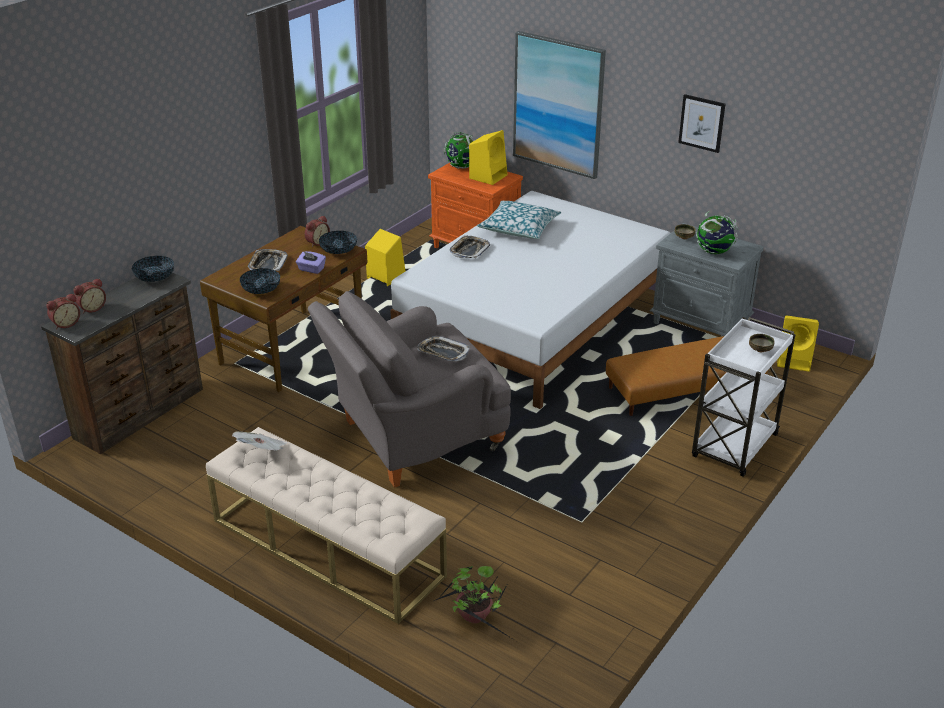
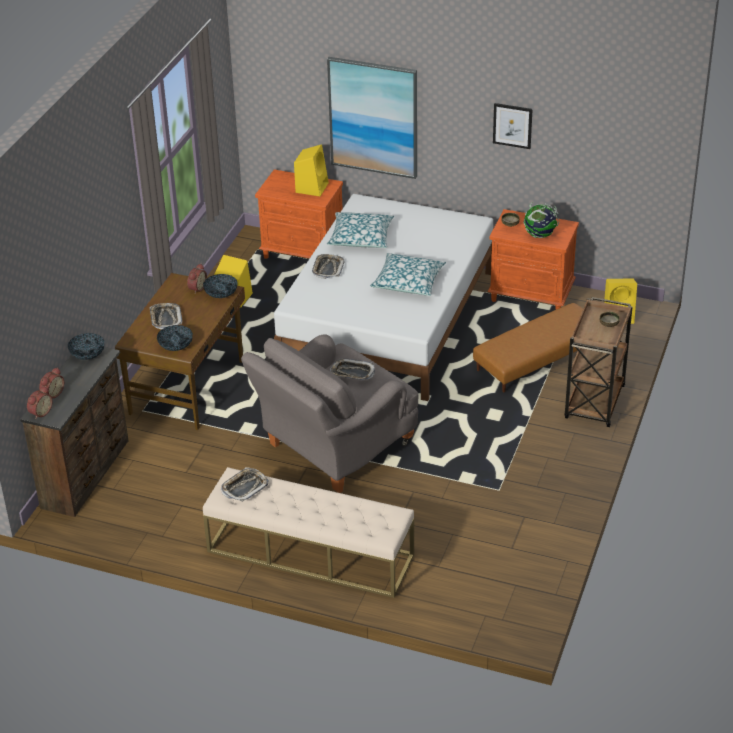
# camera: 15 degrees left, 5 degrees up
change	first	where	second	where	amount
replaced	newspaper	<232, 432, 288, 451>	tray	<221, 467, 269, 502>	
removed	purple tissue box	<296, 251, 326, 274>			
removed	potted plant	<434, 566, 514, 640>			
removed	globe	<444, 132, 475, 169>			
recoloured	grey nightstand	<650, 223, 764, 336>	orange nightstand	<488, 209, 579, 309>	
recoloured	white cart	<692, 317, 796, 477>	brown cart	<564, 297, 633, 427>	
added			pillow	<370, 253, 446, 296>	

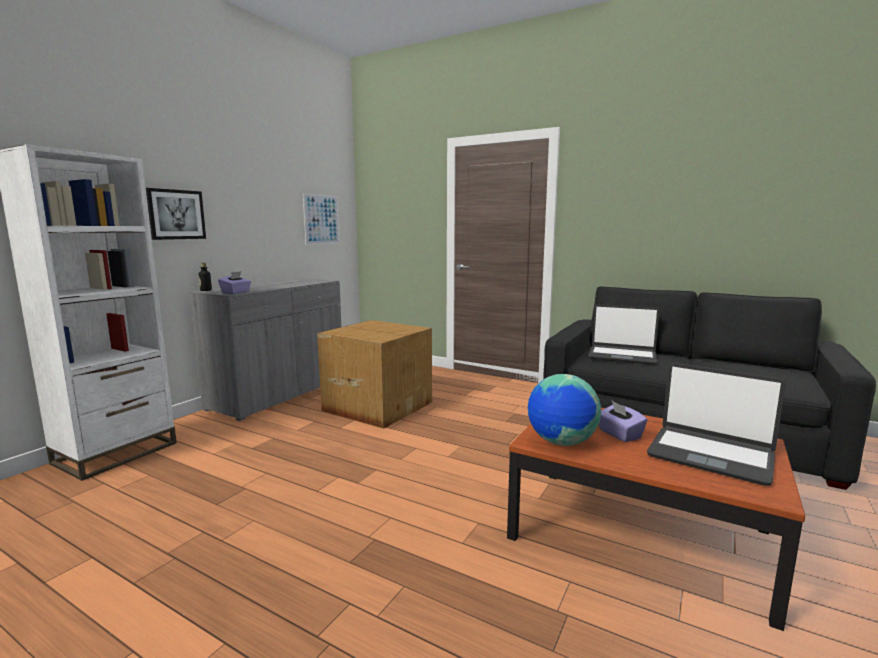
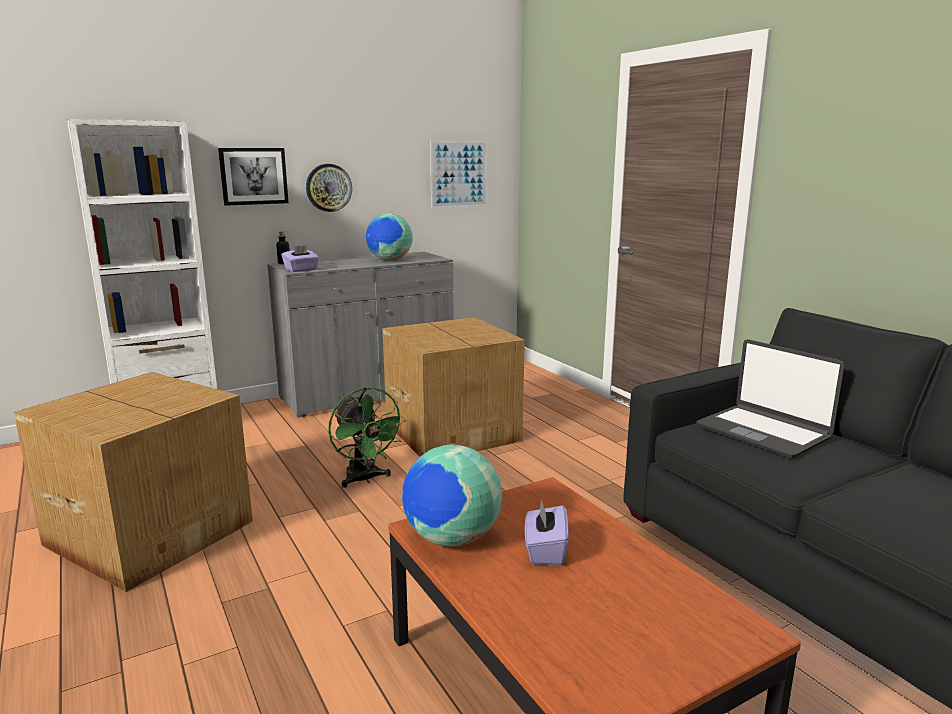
# camera: 30 degrees right, 5 degrees up
change	first	where	second	where	amount
removed	laptop	<647, 363, 786, 486>			
added			cardboard box	<14, 372, 253, 592>	
added			wall clock	<306, 164, 352, 212>	
added			green fan	<328, 387, 406, 488>	
added			globe	<366, 213, 413, 261>	

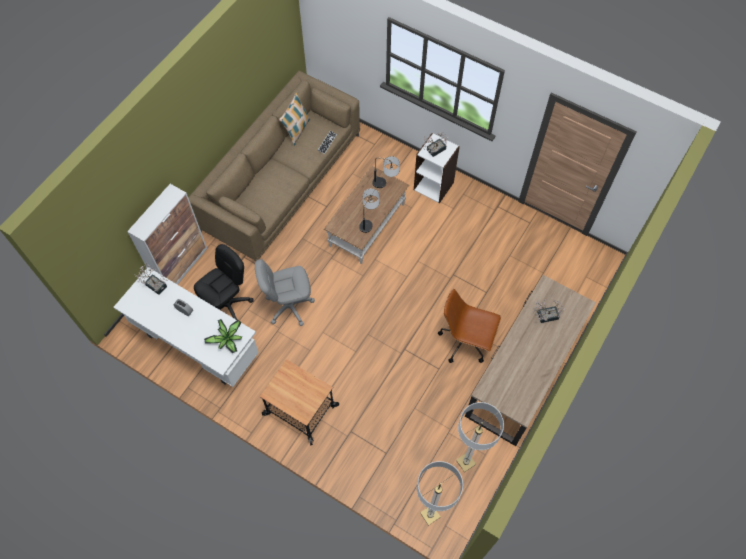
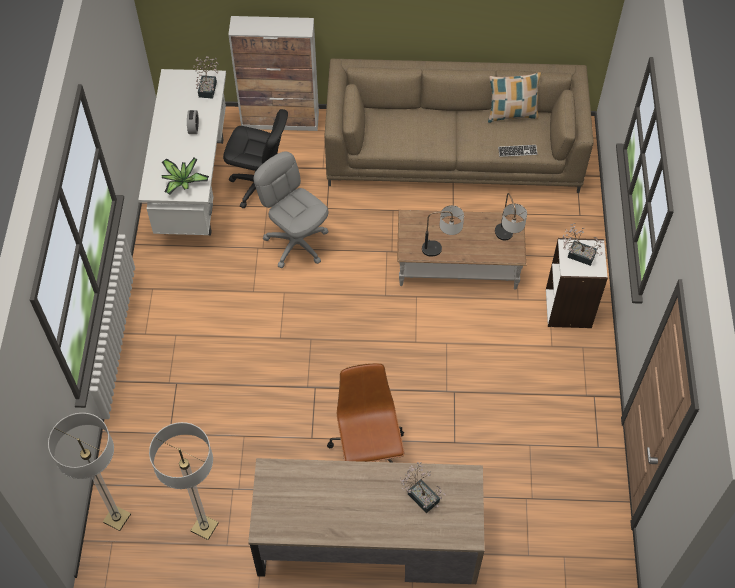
# camera: 60 degrees right, 5 degrees down
change	first	where	second	where	amount
removed	cart	<259, 359, 339, 446>			

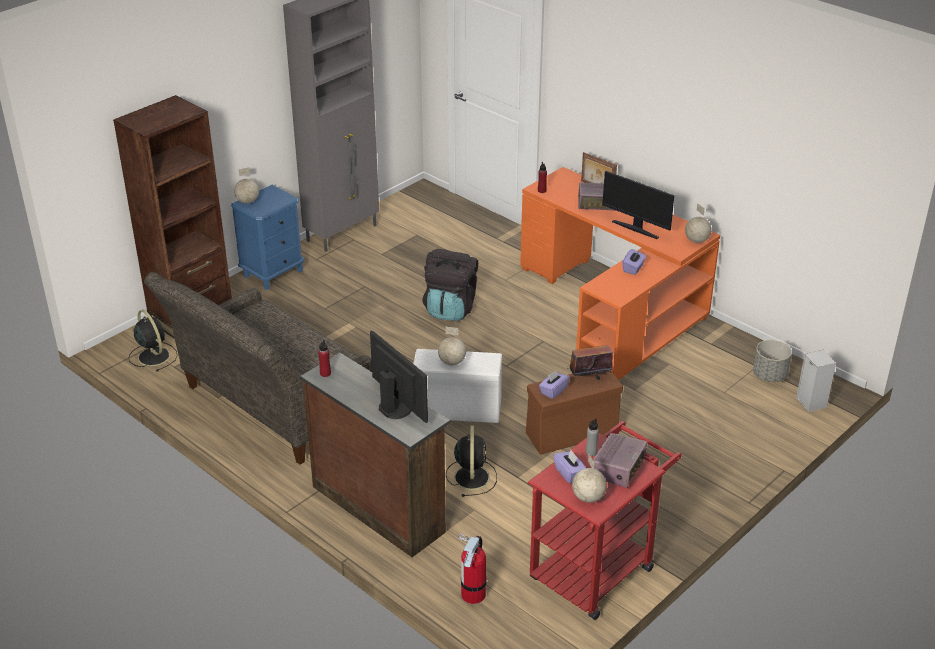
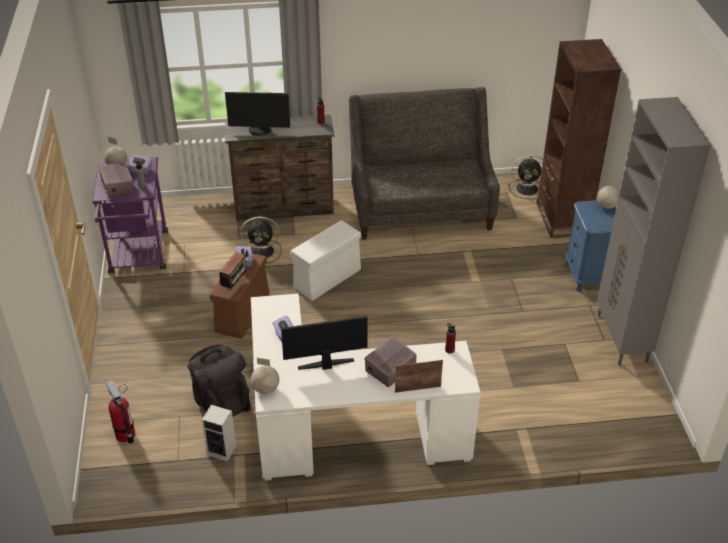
# camera: 130 degrees right, 5 degrees up
change	first	where	second	where	amount
moved	black backpack	<422, 249, 478, 321>		<188, 345, 250, 417>	
removed	globe	<438, 327, 466, 365>			
turned	black fan	<446, 425, 497, 497>		<241, 216, 281, 263>	45 degrees counterclockwise
moved	fire extinguisher	<458, 534, 487, 604>		<106, 380, 135, 444>	
recoloured	orange desk	<520, 167, 720, 380>	white desk	<251, 294, 480, 481>	
recoloured	red cart	<528, 421, 682, 620>	purple cart	<92, 157, 168, 273>	
removed	grey planter	<753, 340, 792, 382>			
moved	speaker	<796, 350, 836, 412>		<202, 405, 236, 462>	

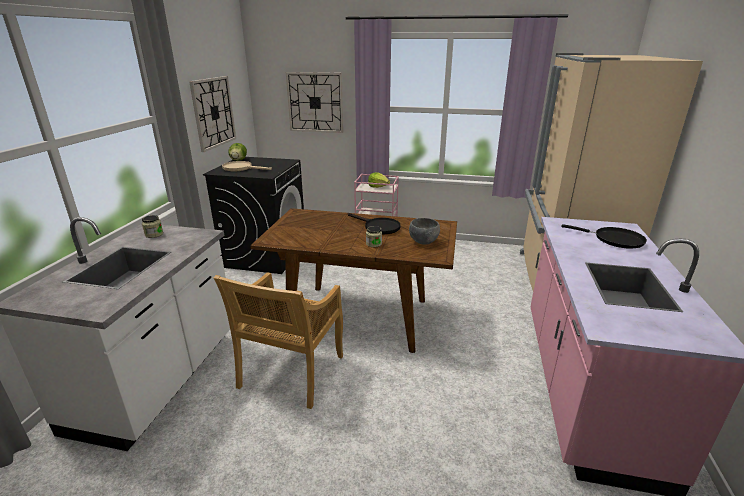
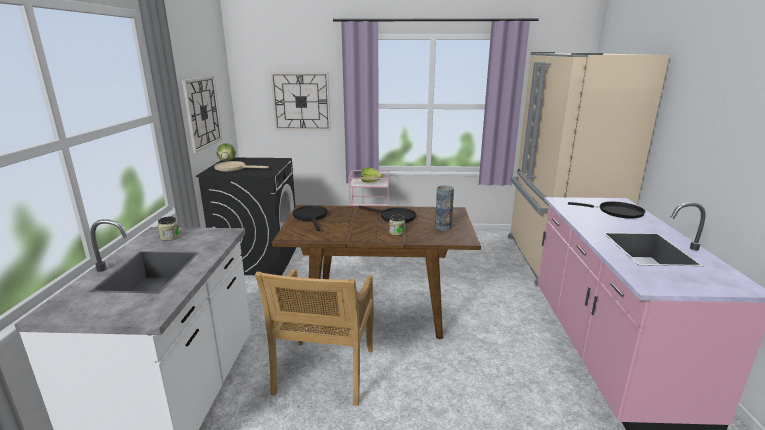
# camera: 10 degrees left, 5 degrees down
change	first	where	second	where	amount
replaced	grey bowl	<409, 218, 440, 245>	vase	<435, 186, 454, 231>	
added			black frying pan	<293, 206, 328, 231>	

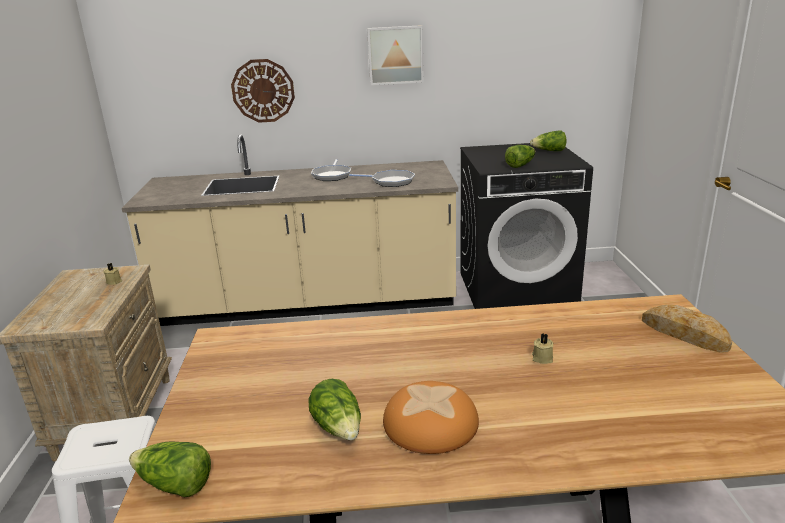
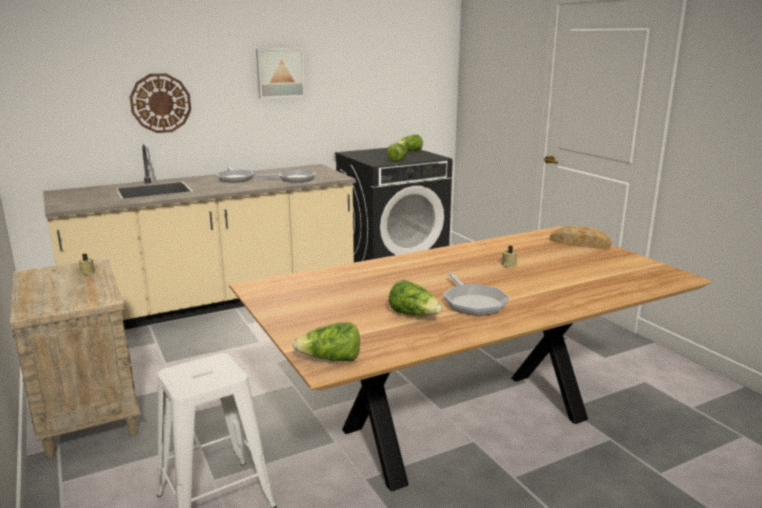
# camera: 25 degrees left, 5 degrees down
change	first	where	second	where	amount
replaced	bread	<383, 381, 479, 454>	frying pan	<444, 273, 509, 316>	

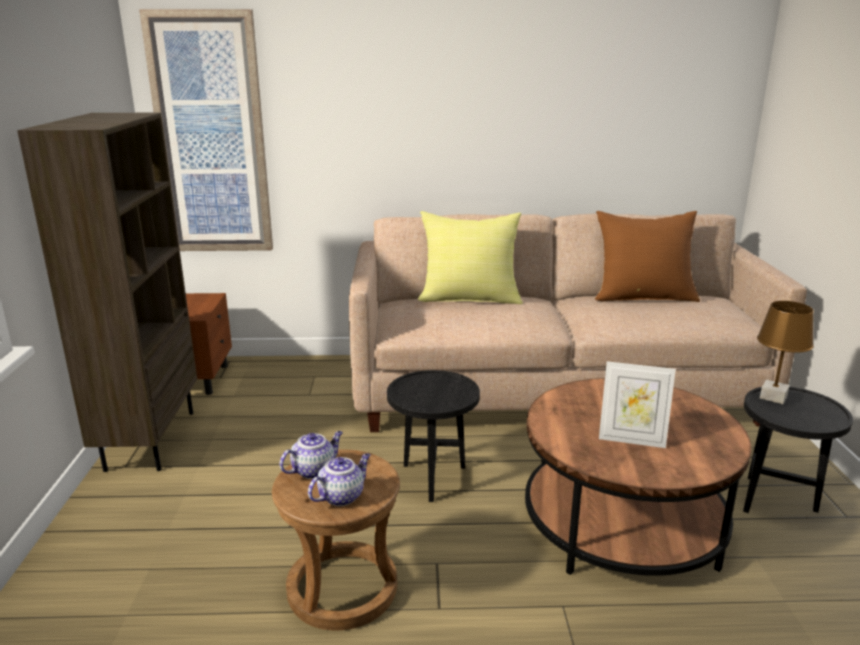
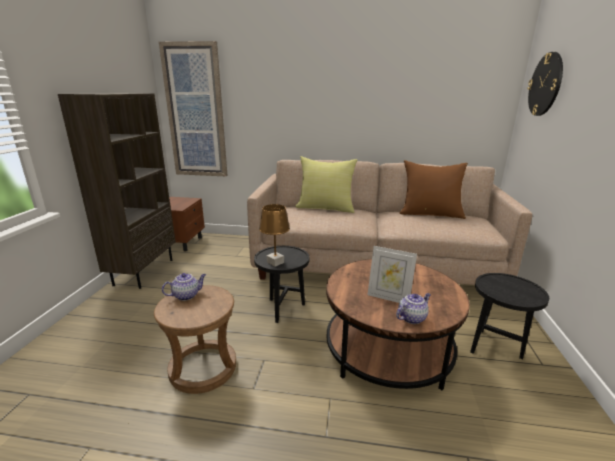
# camera: 10 degrees right, 0 degrees up
change	first	where	second	where	amount
moved	teapot	<308, 453, 370, 506>		<396, 293, 431, 324>	
moved	brown table lamp	<757, 301, 814, 404>		<259, 204, 290, 267>	
added			wall clock	<528, 52, 563, 116>	

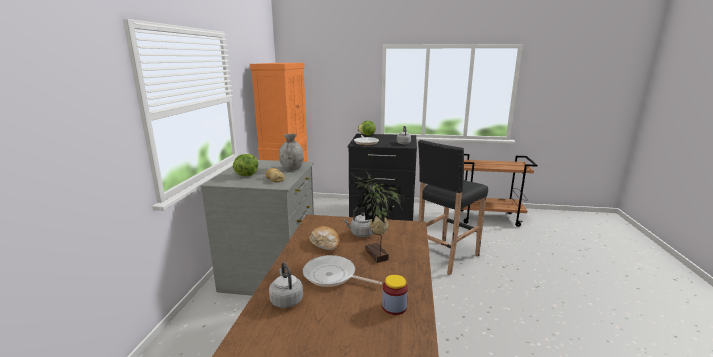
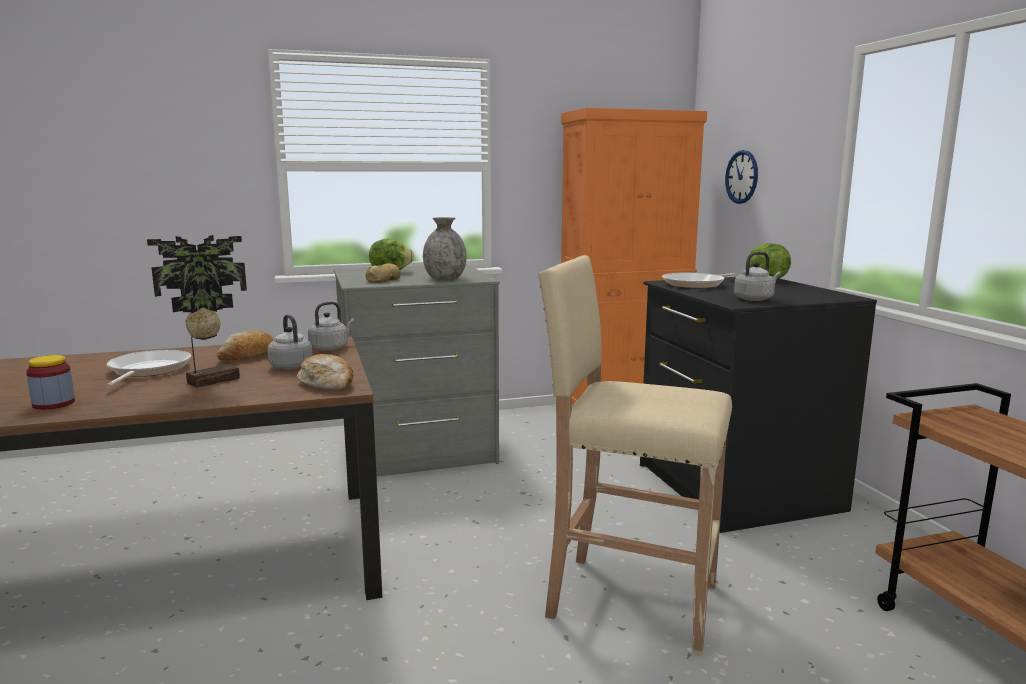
# camera: 65 degrees right, 5 degrees down
change	first	where	second	where	amount
moved	grey kettle	<269, 262, 303, 308>		<308, 301, 355, 351>	
recoloured	black stool	<418, 140, 488, 275>	beige stool	<538, 255, 732, 656>	
added			bread	<297, 354, 354, 390>	
added			wall clock	<725, 150, 758, 204>	

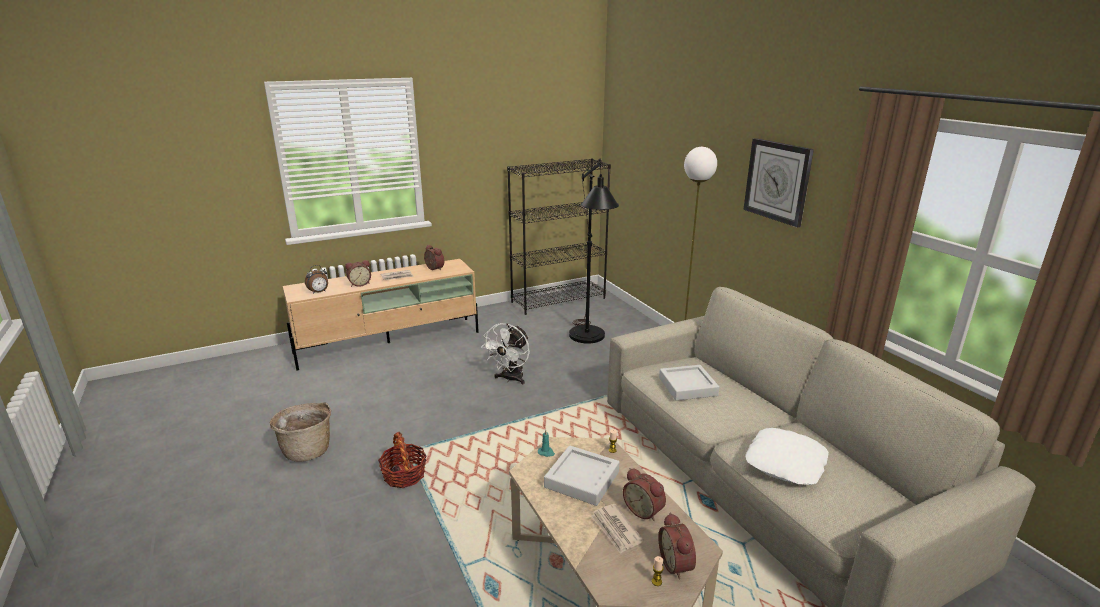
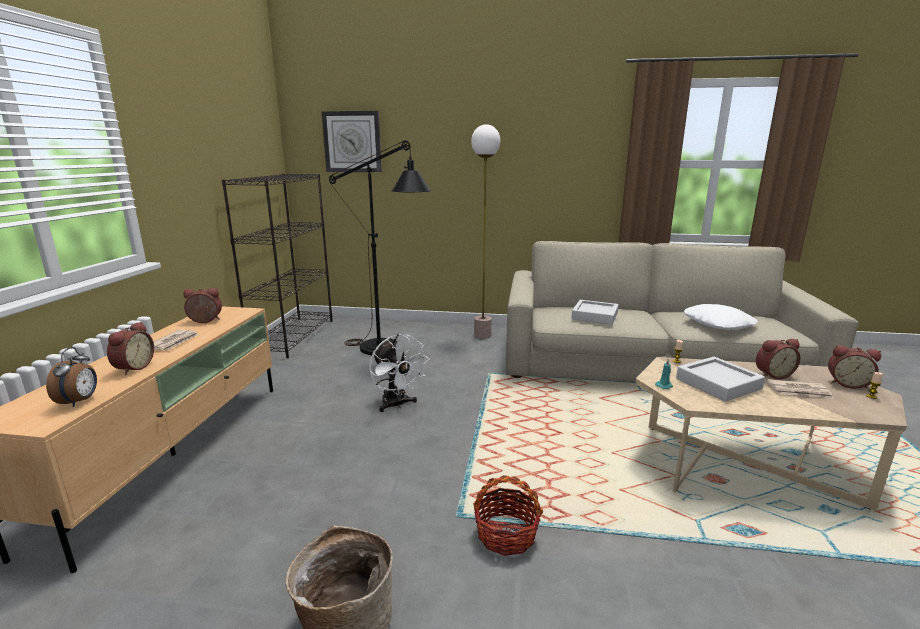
# camera: 55 degrees left, 5 degrees down
change	first	where	second	where	amount
moved	wall clock	<743, 138, 814, 227>		<321, 111, 382, 172>	

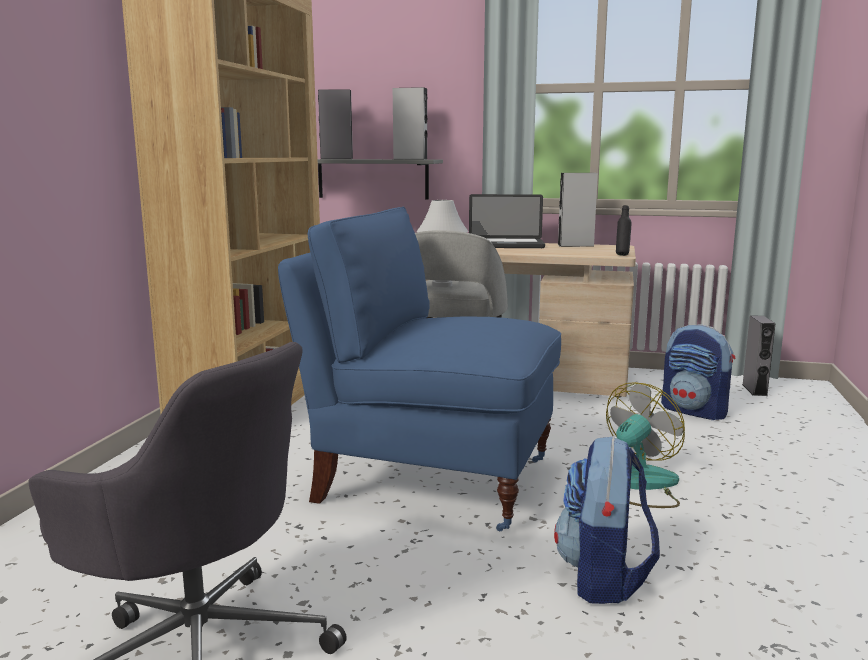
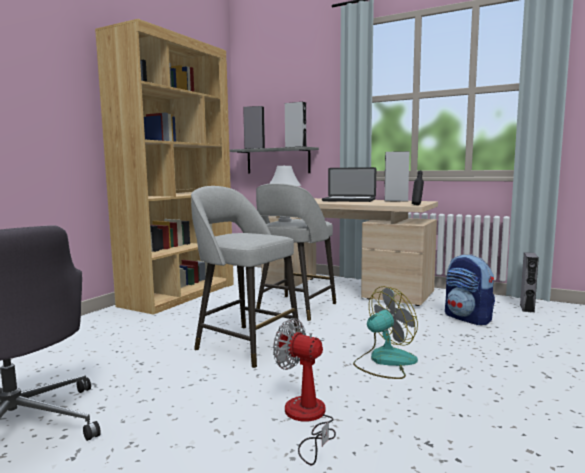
# camera: 15 degrees right, 5 degrees down
change	first	where	second	where	amount
replaced	blue chair	<278, 207, 561, 531>	grey stool	<191, 186, 300, 368>	
replaced	backpack	<554, 436, 660, 604>	fan	<273, 318, 336, 465>	

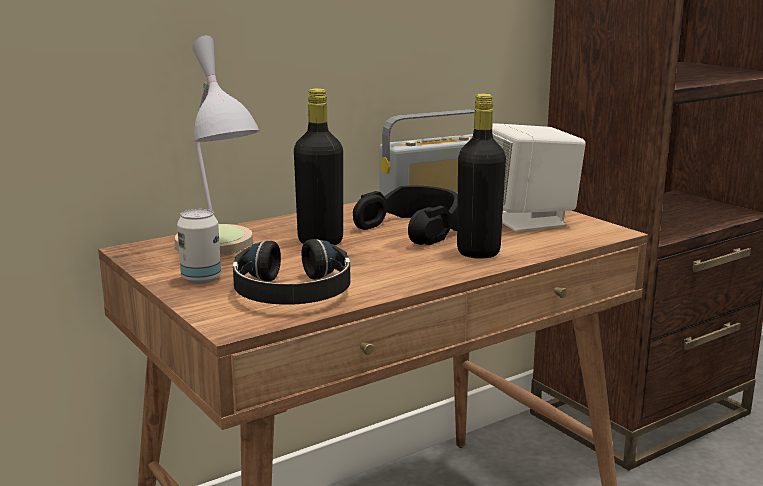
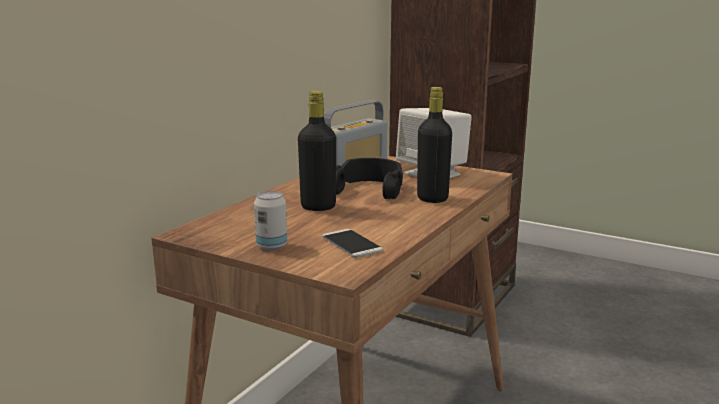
# camera: 25 degrees left, 0 degrees up
change	first	where	second	where	amount
removed	table lamp	<175, 35, 259, 255>			
replaced	black headphones	<233, 239, 350, 305>	phone	<322, 229, 383, 258>	

